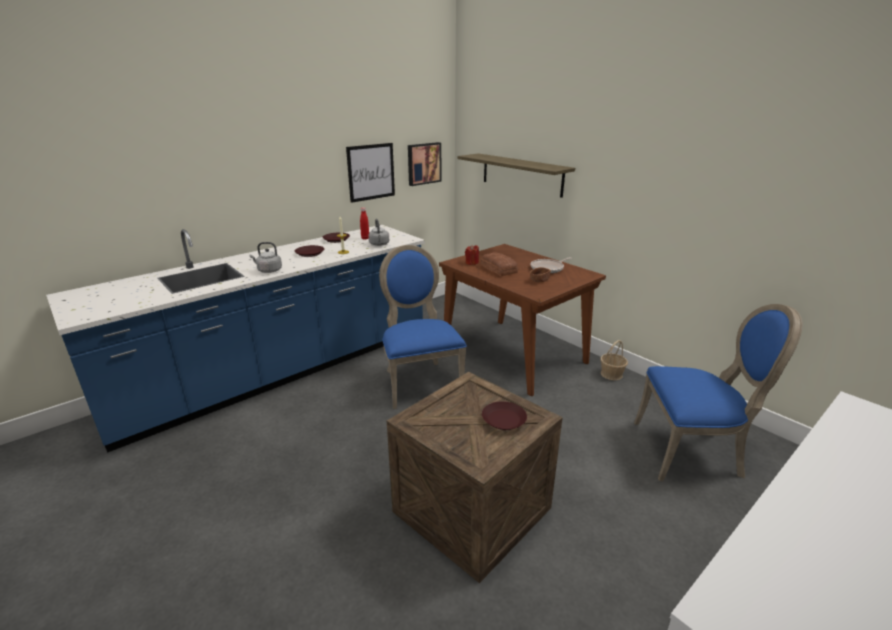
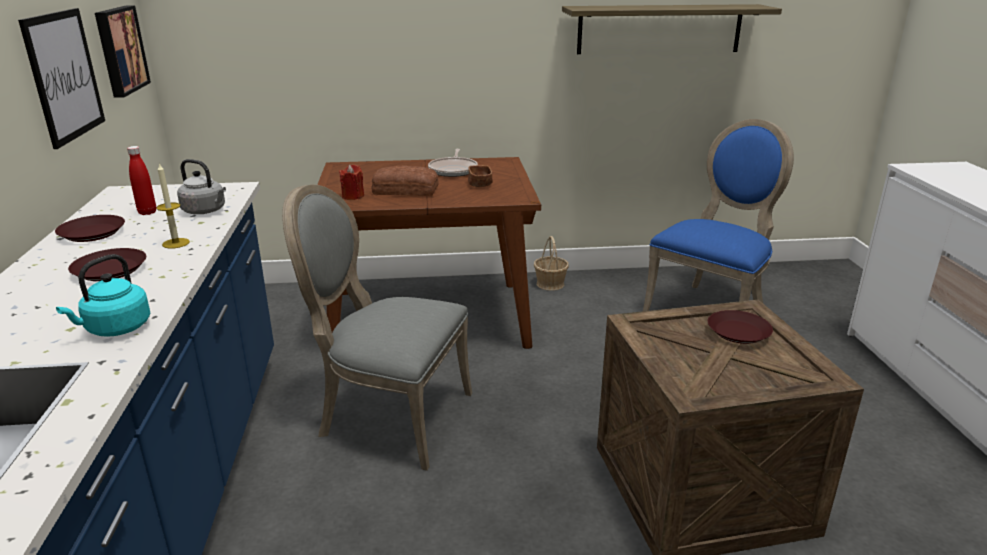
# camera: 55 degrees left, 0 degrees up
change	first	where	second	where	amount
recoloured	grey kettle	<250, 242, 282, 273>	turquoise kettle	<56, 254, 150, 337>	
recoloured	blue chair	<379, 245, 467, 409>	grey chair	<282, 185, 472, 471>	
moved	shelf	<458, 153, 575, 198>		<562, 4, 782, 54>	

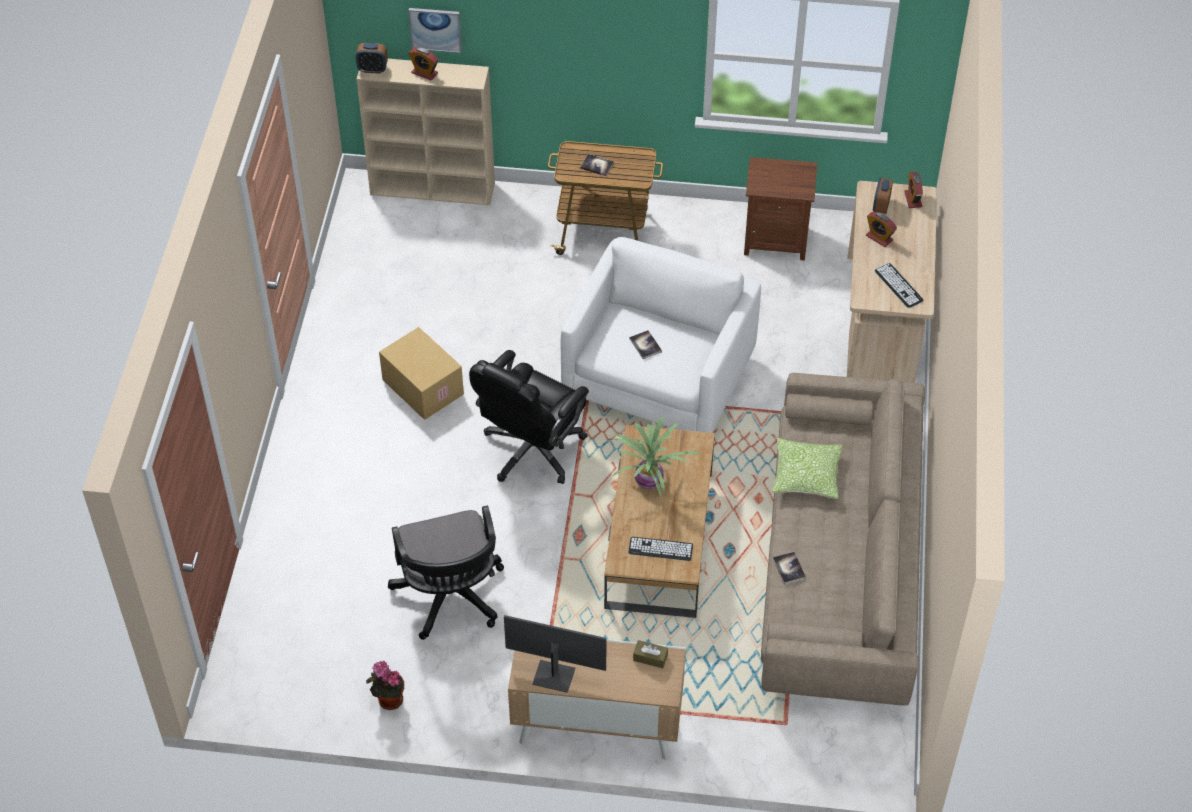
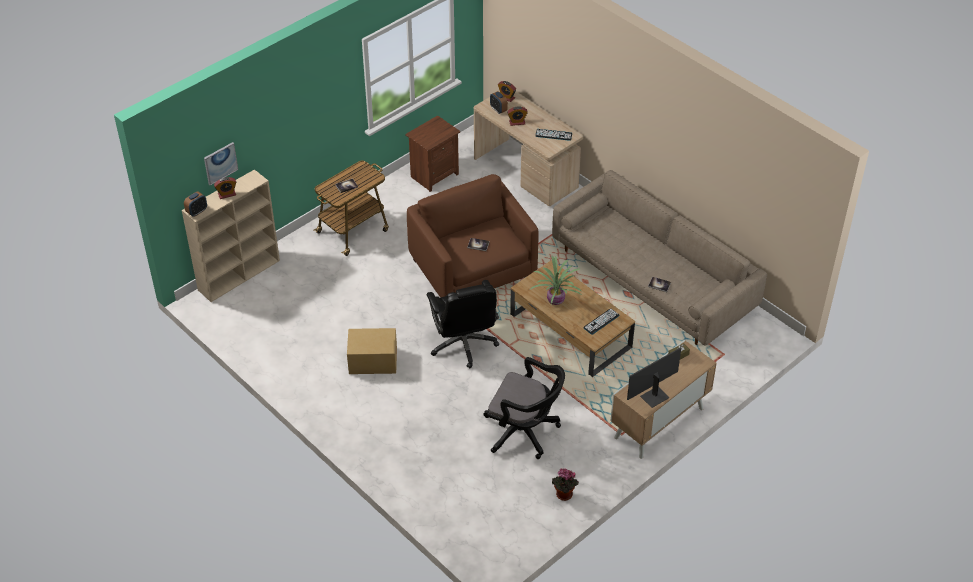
# camera: 50 degrees left, 5 degrees down
change	first	where	second	where	amount
recoloured	white armchair	<561, 237, 761, 433>	brown armchair	<407, 174, 539, 297>	
removed	pillow	<772, 438, 842, 499>			

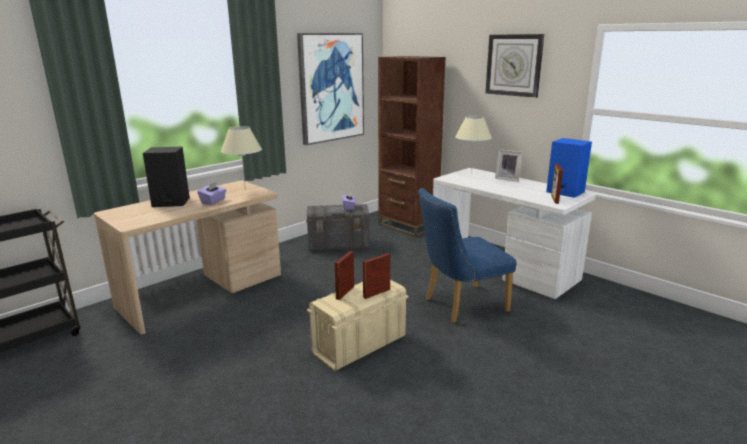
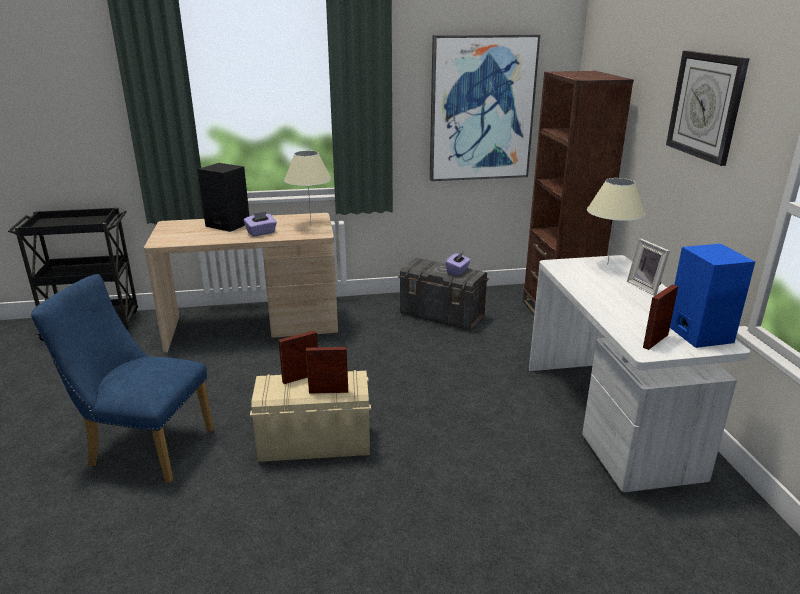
# camera: 35 degrees right, 5 degrees up
change	first	where	second	where	amount
moved	blue chair	<418, 188, 517, 323>		<31, 274, 214, 483>	

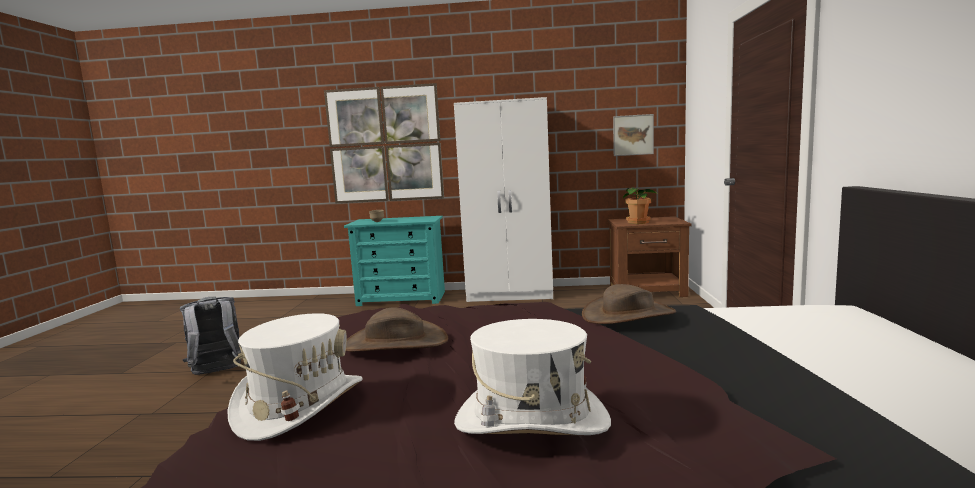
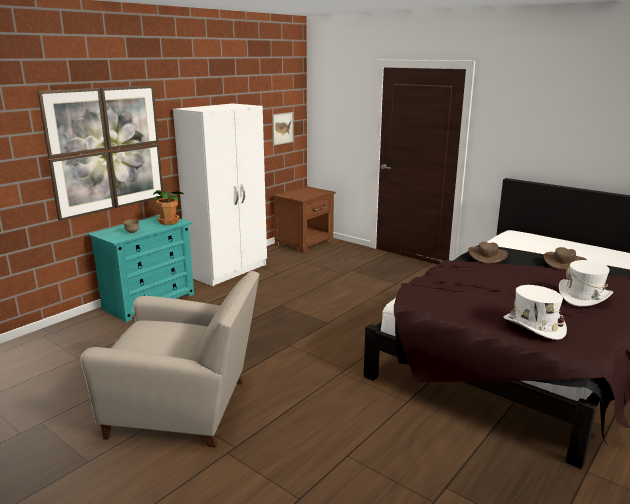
# camera: 55 degrees left, 10 degrees up
change	first	where	second	where	amount
replaced	grey backpack	<180, 297, 241, 375>	beige armchair	<80, 271, 259, 447>	
moved	brown hat	<346, 308, 448, 352>		<544, 247, 587, 270>	
moved	potted plant	<623, 188, 657, 224>		<153, 190, 185, 225>	

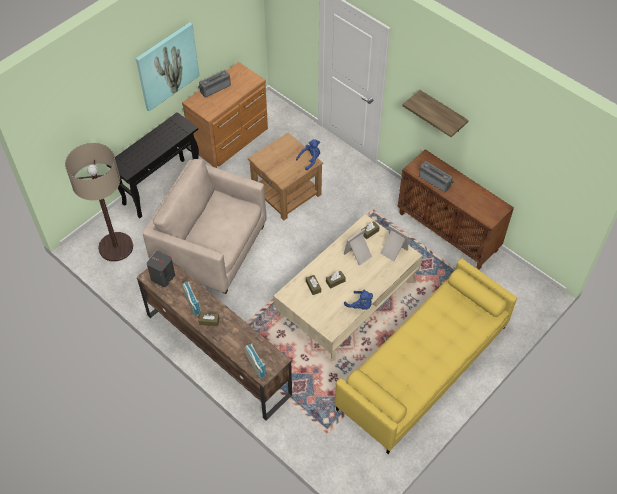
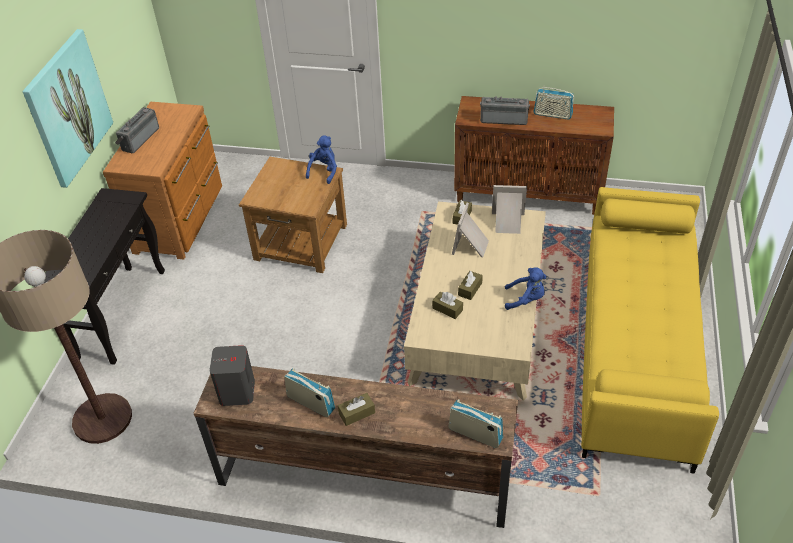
# camera: 30 degrees left, 10 degrees down
change	first	where	second	where	amount
removed	beige armchair	<142, 159, 267, 294>			
removed	shelf	<402, 90, 469, 137>			
added			radio	<533, 86, 574, 120>	

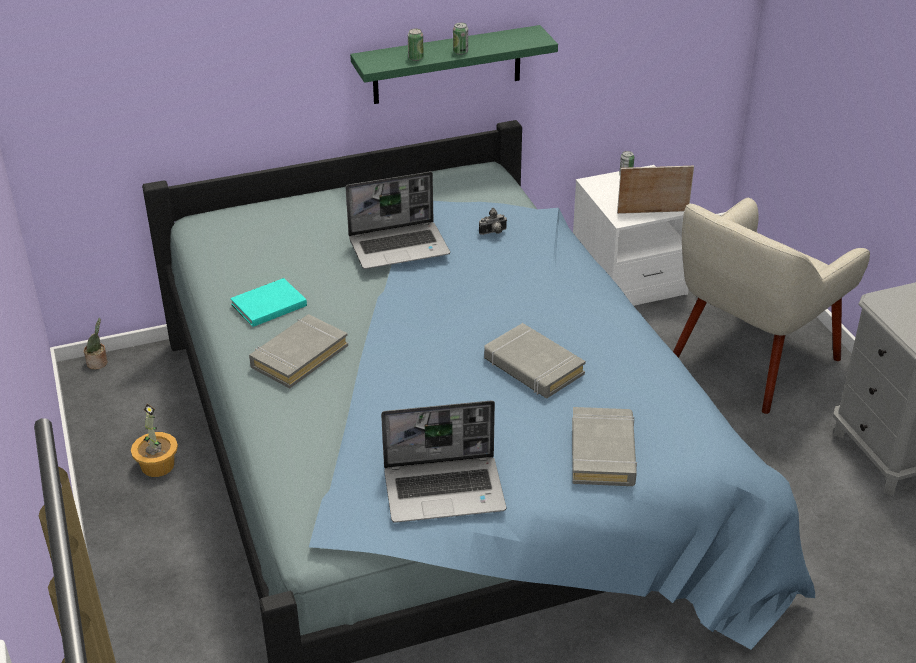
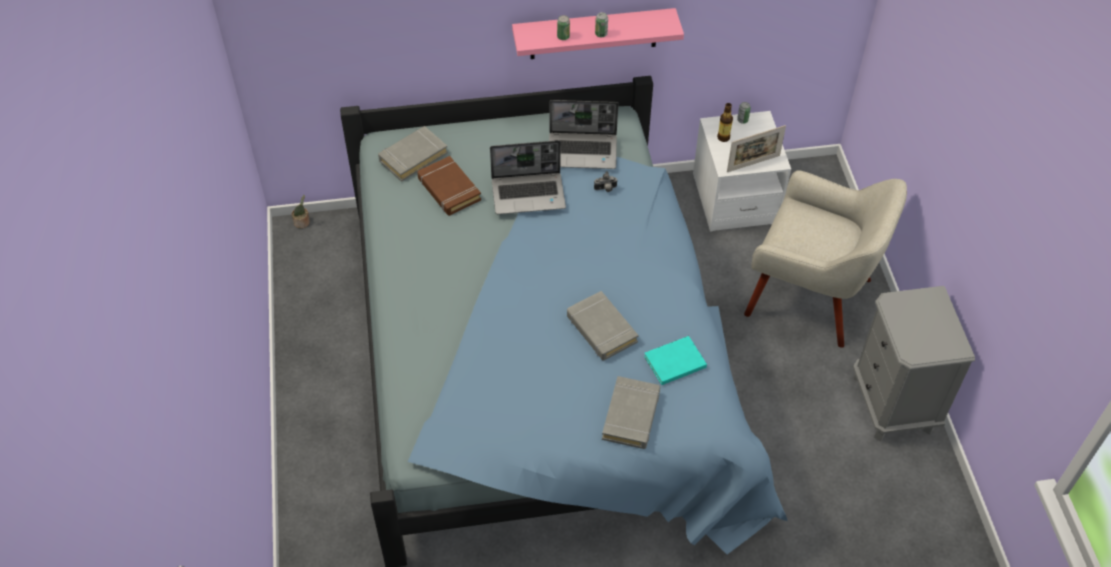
# camera: 10 degrees right, 15 degrees up
change	first	where	second	where	amount
removed	potted plant	<131, 404, 178, 477>			
moved	turquoise book	<230, 278, 307, 327>		<644, 336, 707, 385>	
moved	grey book	<249, 314, 348, 388>		<378, 126, 448, 182>	
recoloured	green shelf	<350, 25, 558, 104>	pink shelf	<512, 8, 684, 59>	
moved	laptop	<381, 401, 506, 523>		<549, 100, 619, 169>	
turned	picture frame	<617, 166, 694, 214>		<727, 125, 786, 172>	150 degrees clockwise
turned	beige armchair	<673, 198, 870, 414>		<744, 170, 907, 348>	120 degrees counterclockwise
added			brown book	<417, 156, 481, 216>	
added			bottle	<717, 103, 733, 142>	

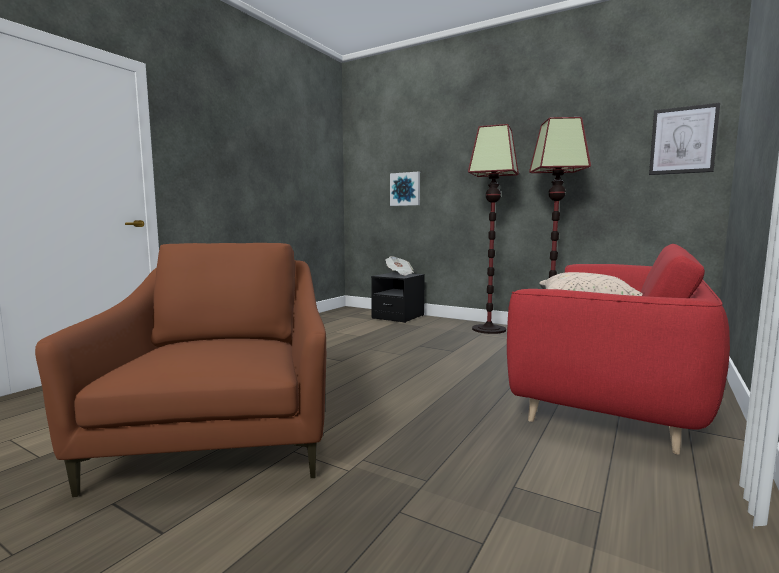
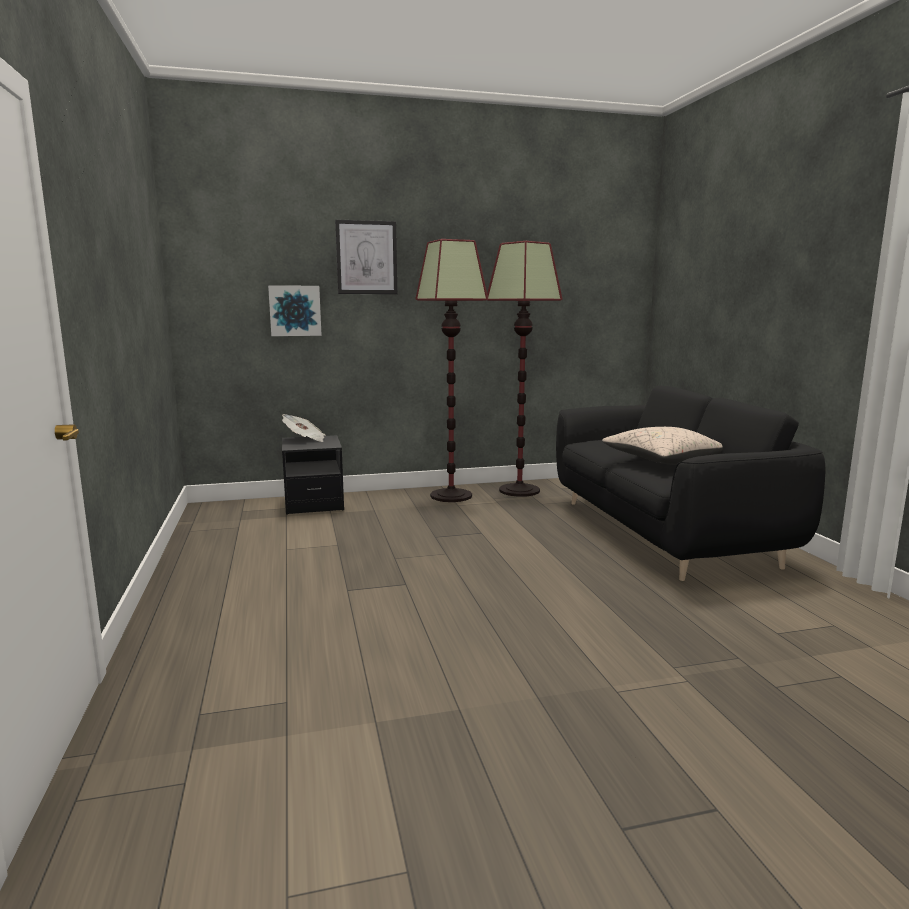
# camera: 45 degrees left, 5 degrees up
change	first	where	second	where	amount
removed	brown armchair	<35, 243, 326, 497>			
recoloured	red sofa	<507, 244, 730, 454>	black sofa	<556, 386, 825, 581>	
moved	picture	<649, 103, 720, 175>		<335, 219, 397, 294>	

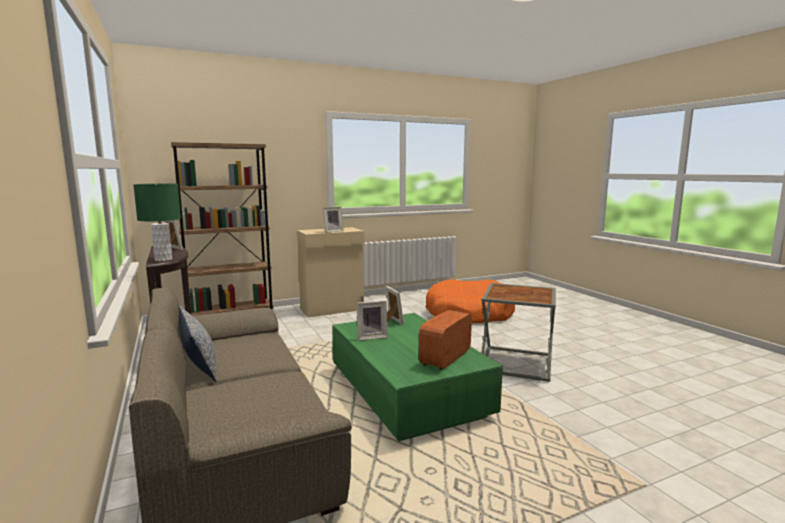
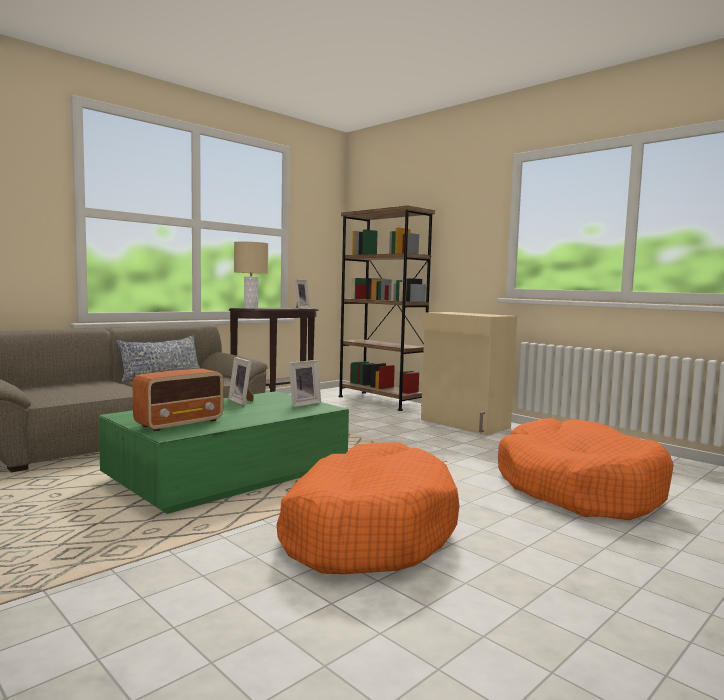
# camera: 70 degrees right, 5 degrees down
change	first	where	second	where	amount
recoloured	green table lamp	<133, 184, 181, 261>	beige table lamp	<234, 242, 268, 309>	
removed	picture frame	<323, 206, 344, 233>			
turned	radio	<419, 310, 472, 370>		<133, 369, 223, 431>	120 degrees clockwise
replaced	grey side table	<481, 283, 556, 382>	orange dog bed	<277, 442, 459, 574>	

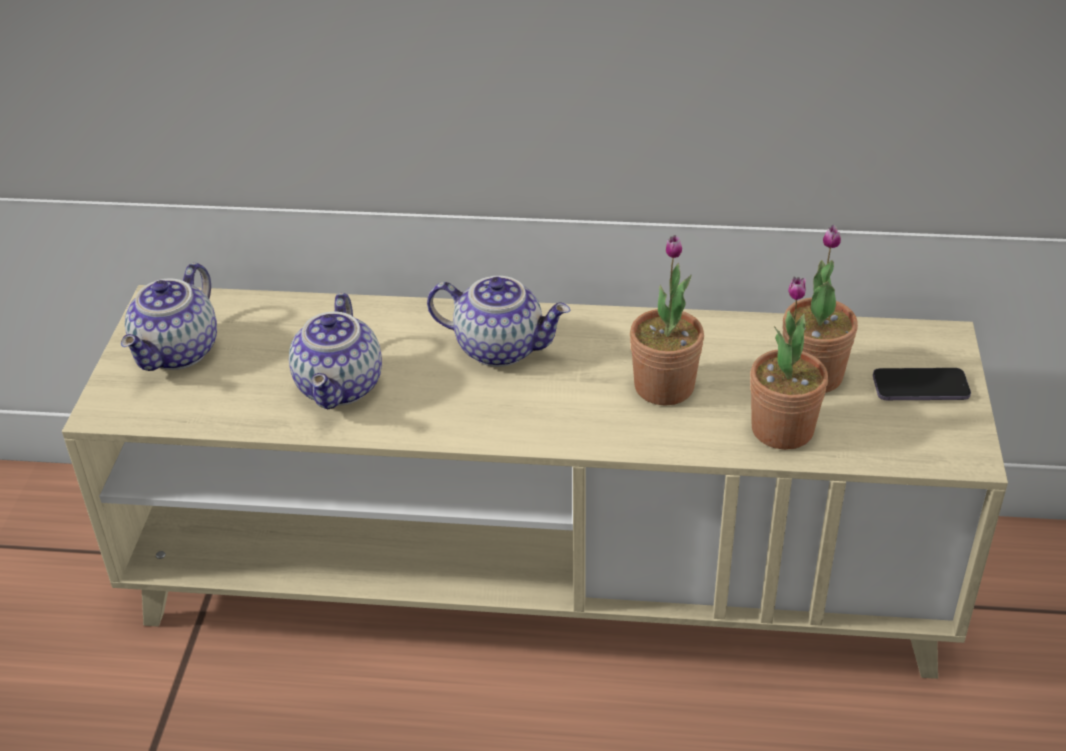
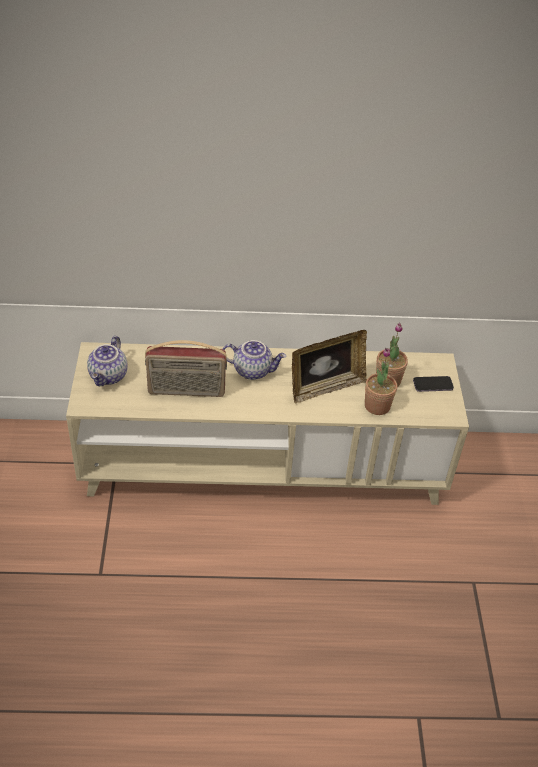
# camera: 10 degrees left, 5 degrees up
change	first	where	second	where	amount
replaced	teapot	<289, 293, 382, 409>	radio	<145, 340, 227, 397>	
replaced	potted plant	<630, 235, 704, 406>	picture frame	<292, 330, 367, 403>	

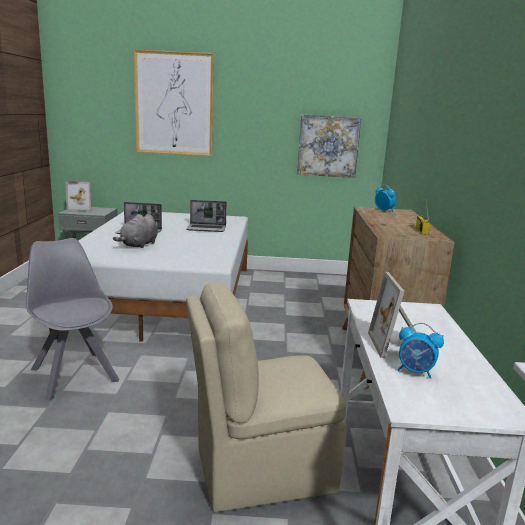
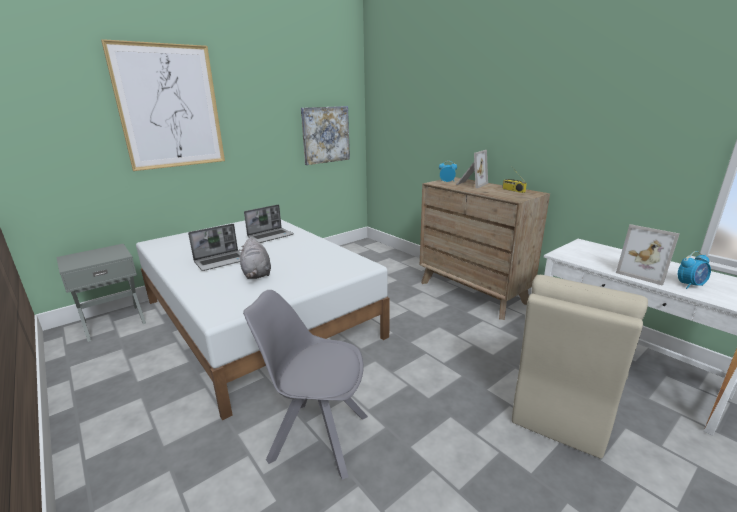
# camera: 40 degrees left, 5 degrees up
change	first	where	second	where	amount
moved	picture frame	<65, 181, 91, 211>		<456, 150, 488, 188>	

